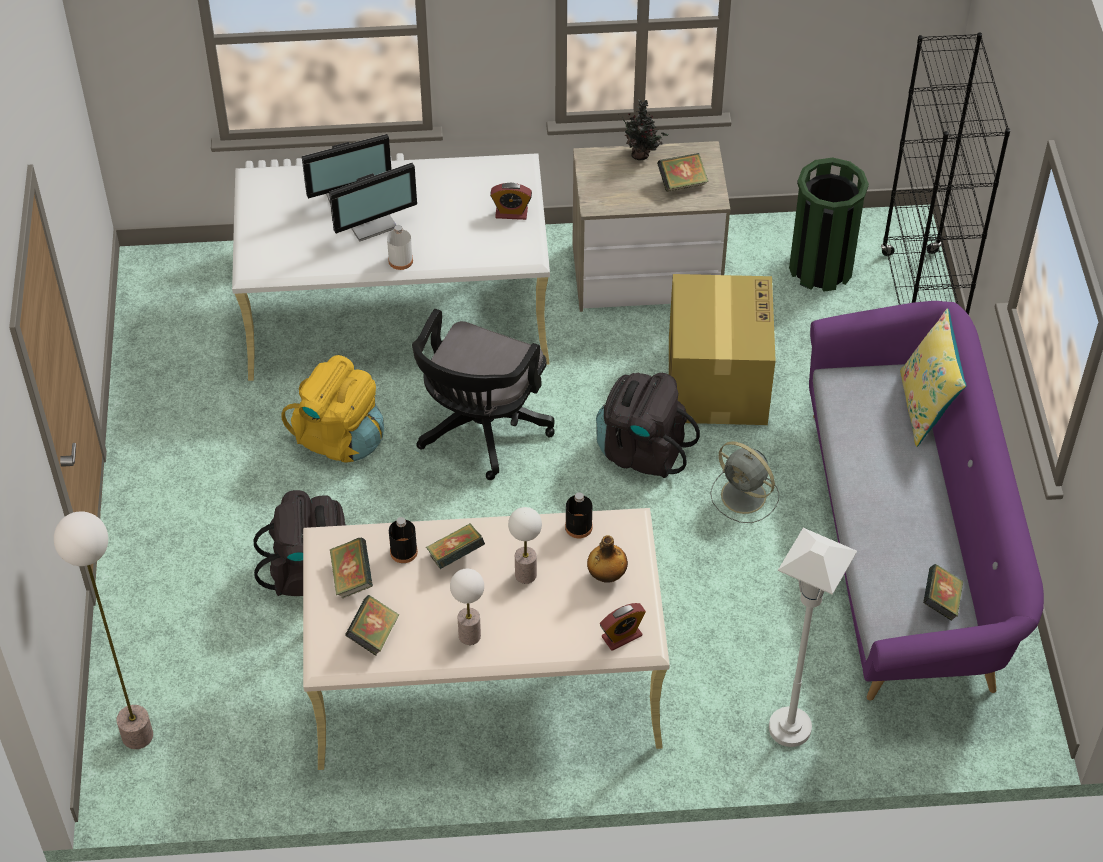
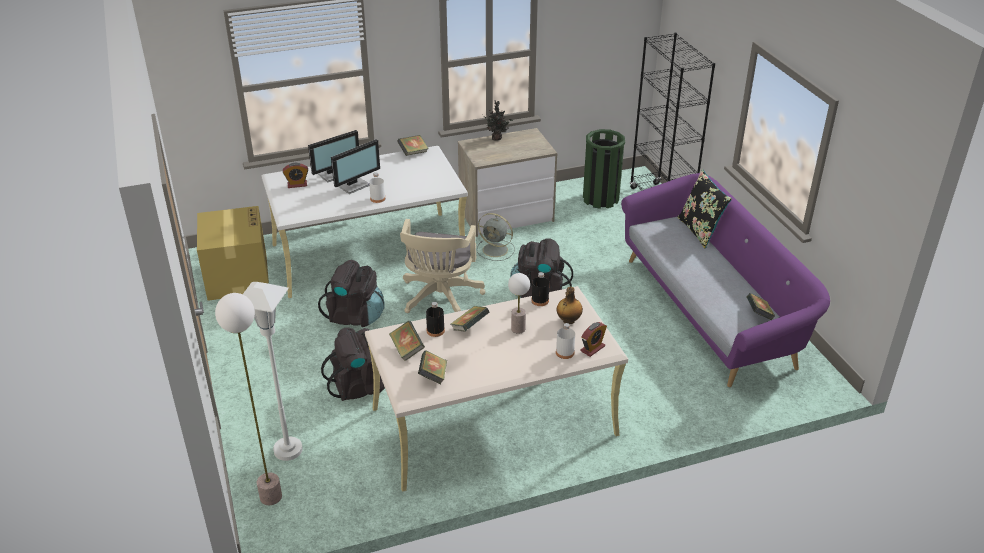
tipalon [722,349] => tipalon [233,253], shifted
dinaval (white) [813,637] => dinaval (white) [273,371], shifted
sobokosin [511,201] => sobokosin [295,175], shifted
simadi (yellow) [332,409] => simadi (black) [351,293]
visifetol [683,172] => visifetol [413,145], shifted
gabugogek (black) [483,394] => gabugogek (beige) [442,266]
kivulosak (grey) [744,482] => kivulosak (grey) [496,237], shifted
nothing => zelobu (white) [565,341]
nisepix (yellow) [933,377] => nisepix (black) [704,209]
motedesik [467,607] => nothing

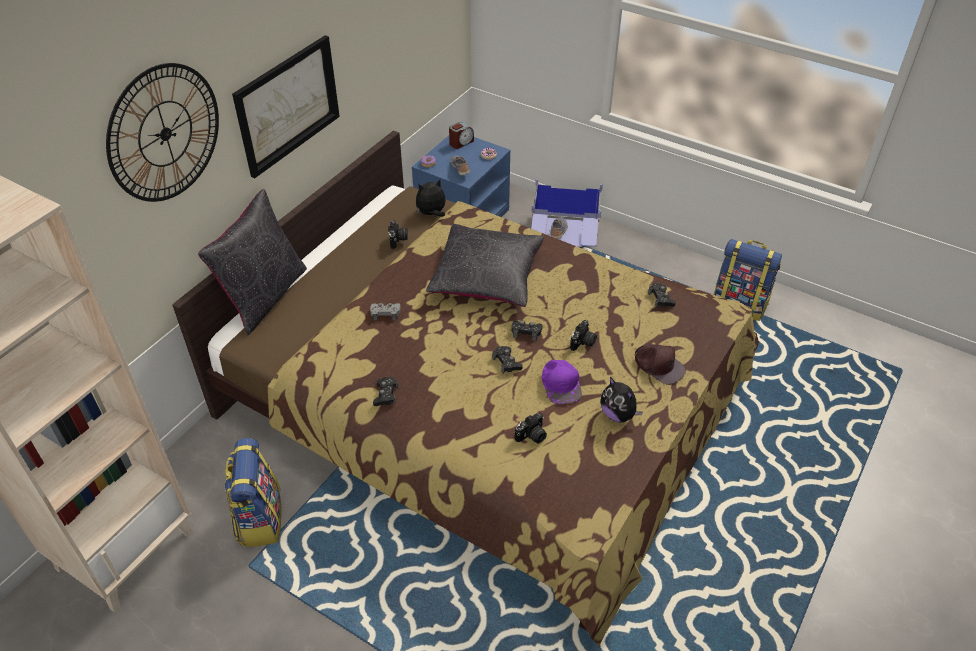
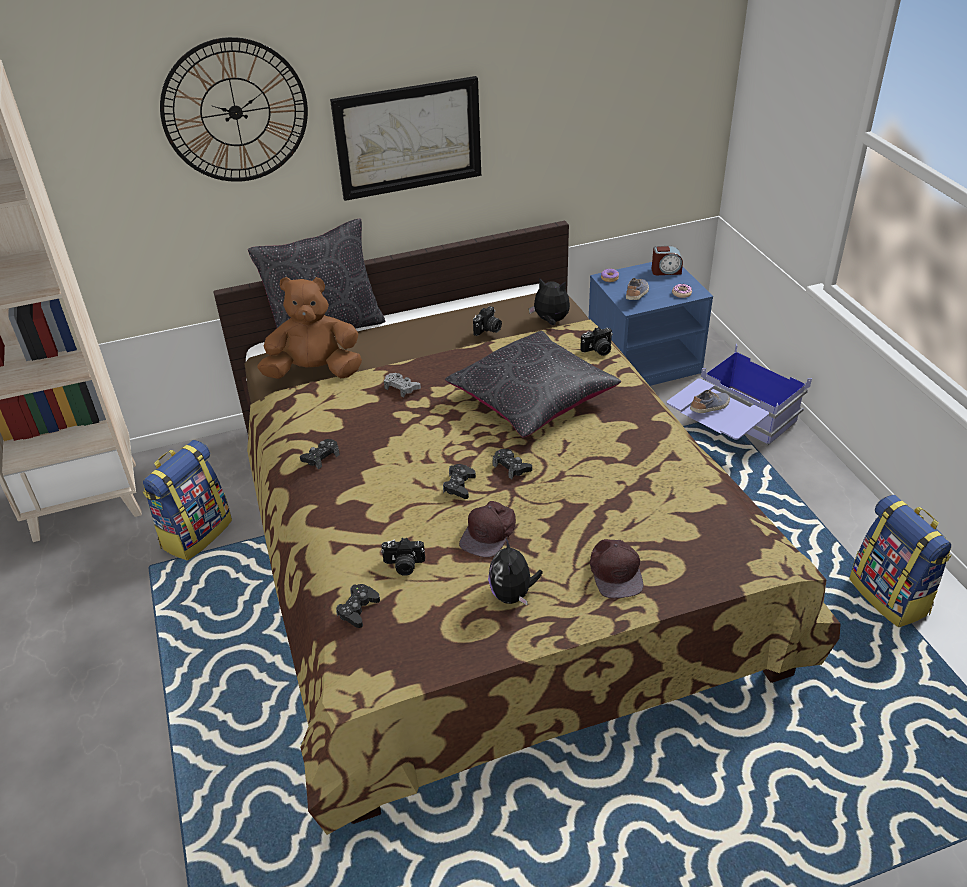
nothing => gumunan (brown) [310,328]
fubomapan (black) [662,295] => fubomapan (black) [358,606], shifted
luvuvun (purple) [562,382] => luvuvun (brown) [487,529]
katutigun [583,335] => katutigun [596,341], shifted

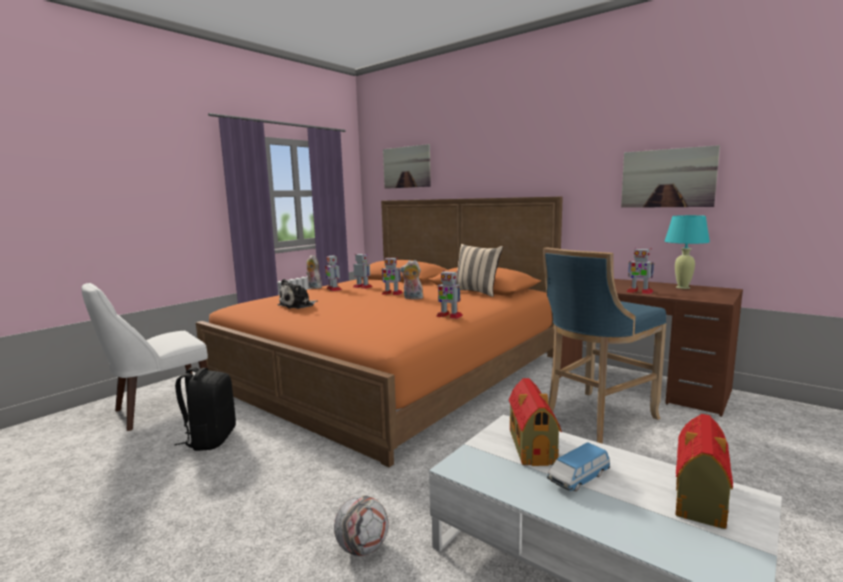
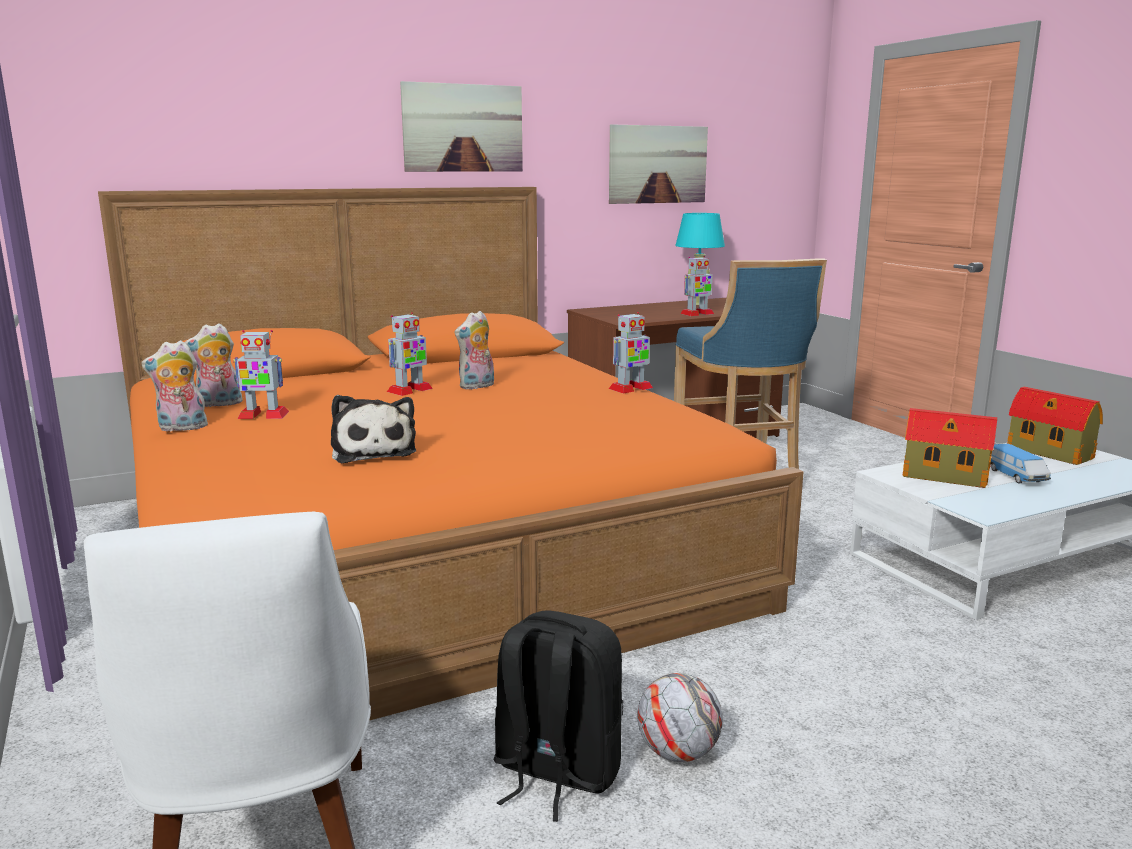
nothing => gumunan [213,365]
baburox [407,166] => baburox [461,126], shifted
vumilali [361,525] => vumilali [680,717], shifted
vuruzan [362,271] => nothing
nisepix (beige) [479,270] => nothing

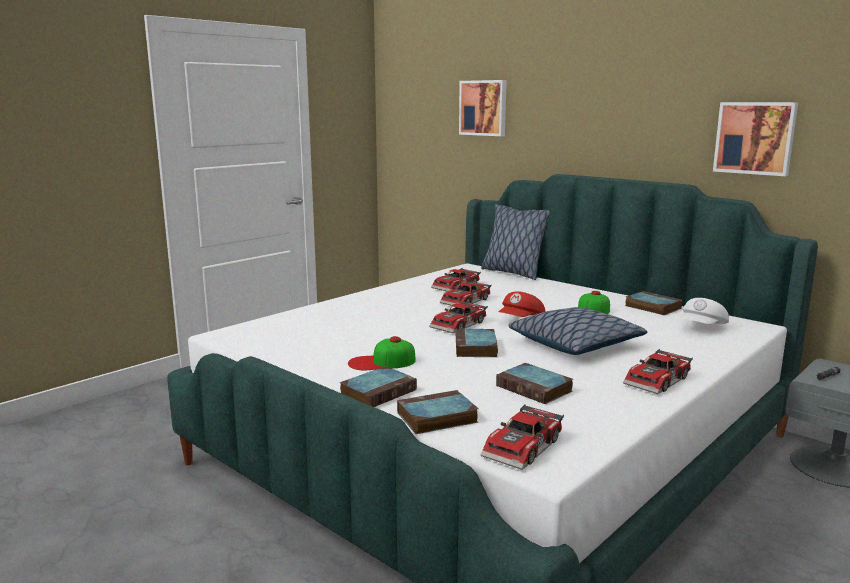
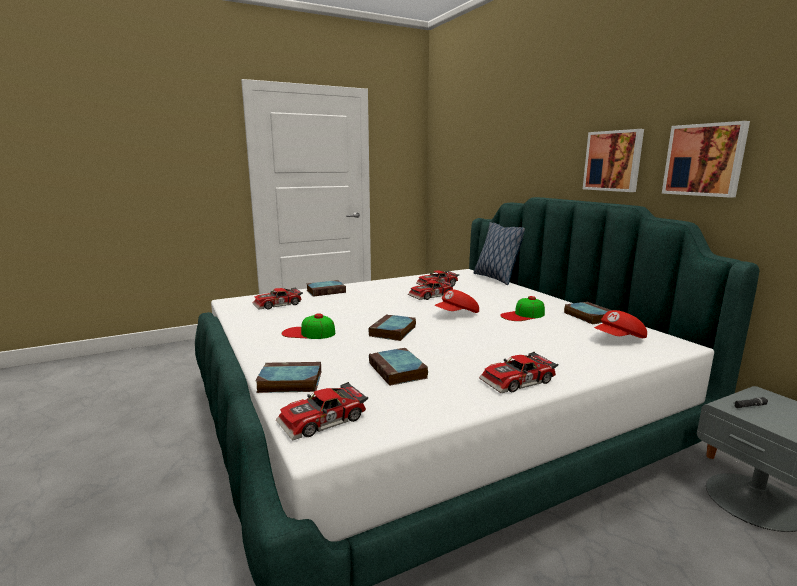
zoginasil [458,317] => zoginasil [278,298], shifted
visifetol [378,386] => visifetol [326,288], shifted
baburox [483,108] => baburox [613,160], shifted
luvuvun (white) [705,311] => luvuvun (red) [620,324]
nisepix [577,331] => nothing

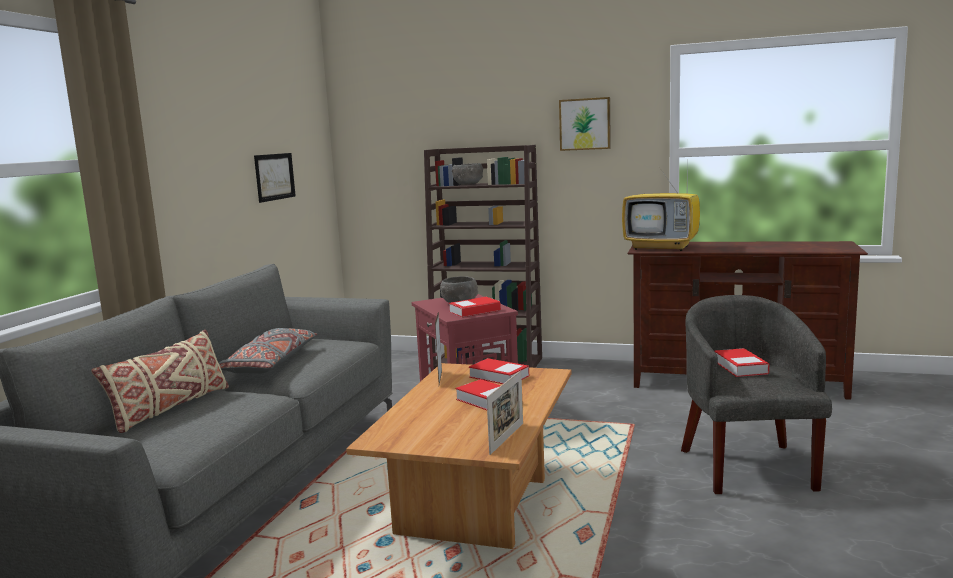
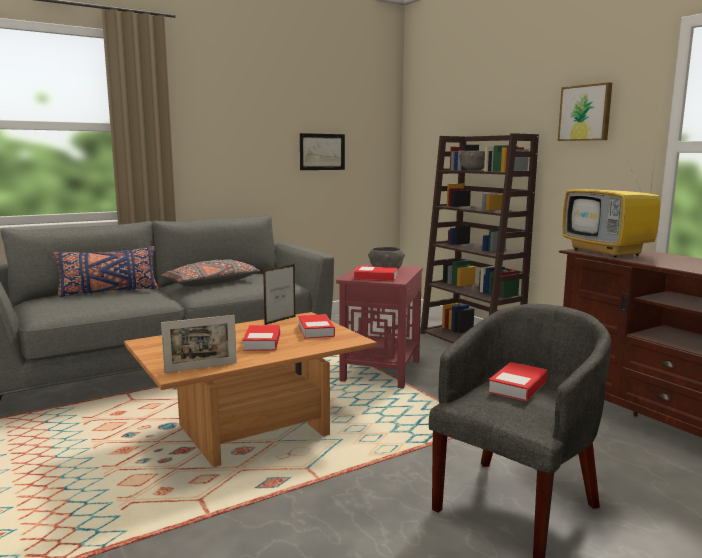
nisepix (beige) [160,381] => nisepix (blue) [106,271]

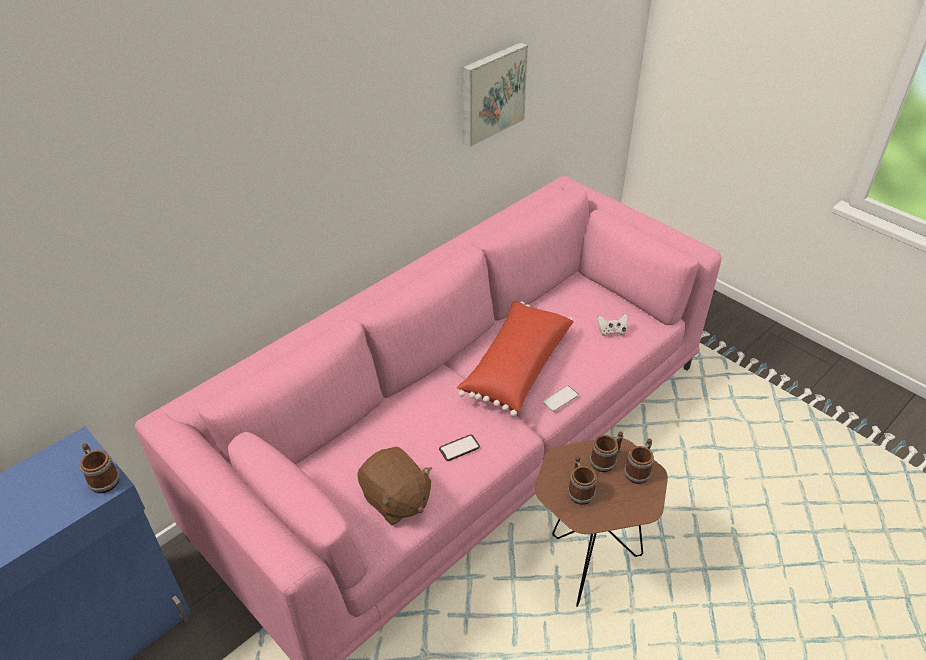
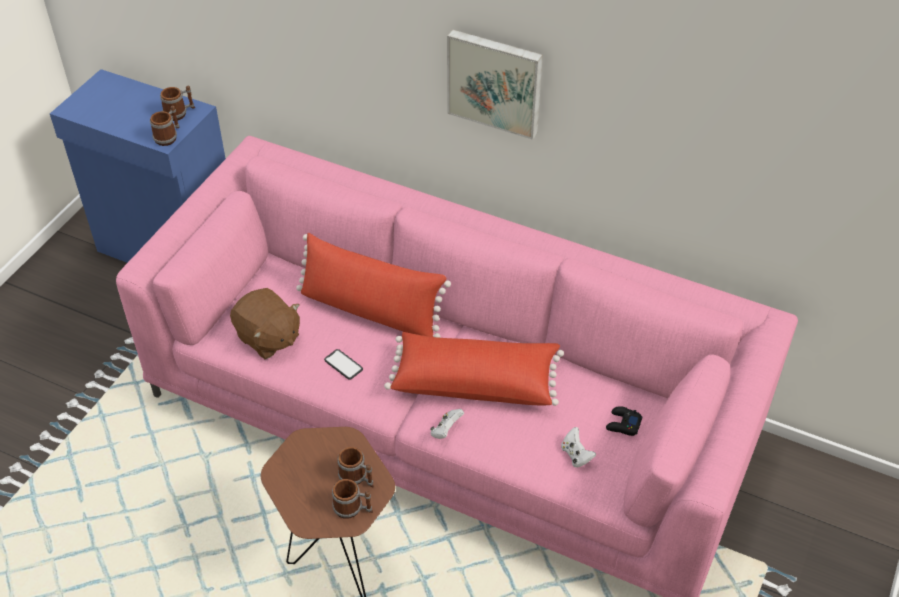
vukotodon [582,480] => vukotodon [177,103], shifted
gumunan (brown) [394,486] => gumunan (brown) [265,323], 75 degrees counterclockwise
nothing => nisepix (red) [373,285]
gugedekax [561,398] => fubomapan (white) [447,424]
baburox [495,94] => baburox [495,85], shifted
nothing => fubomapan (black) [624,421]

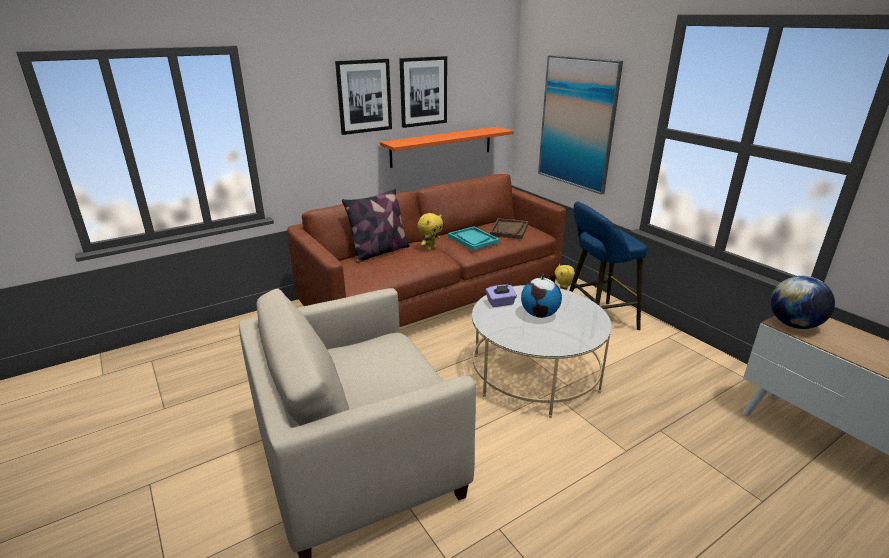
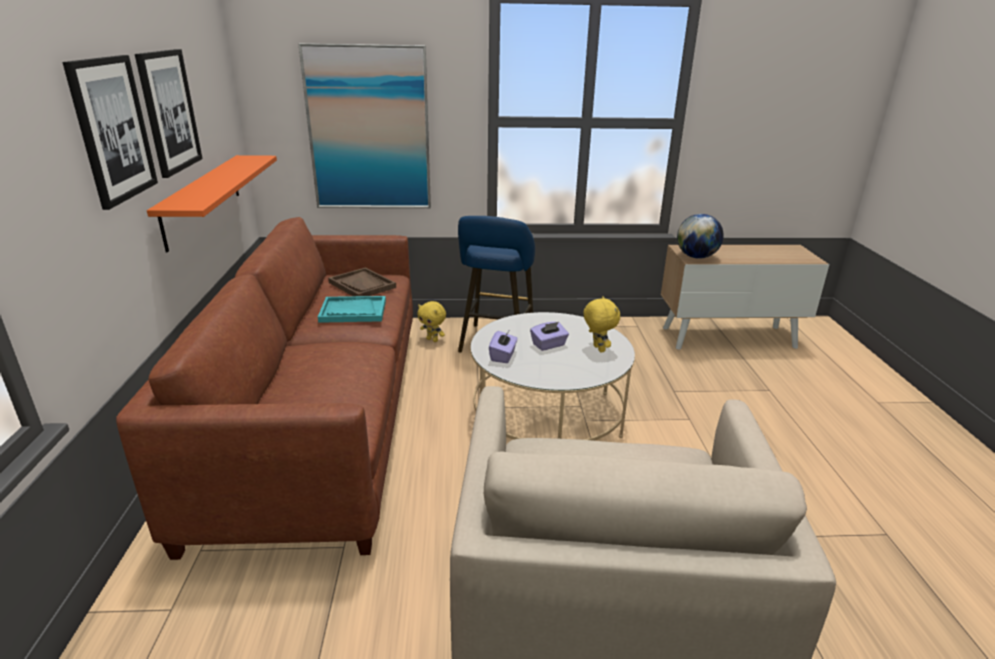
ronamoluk [541,295] => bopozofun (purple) [549,336]
gumunan (yellow) [430,232] => gumunan (yellow) [601,324], shifted
nisepix [376,225] => nothing

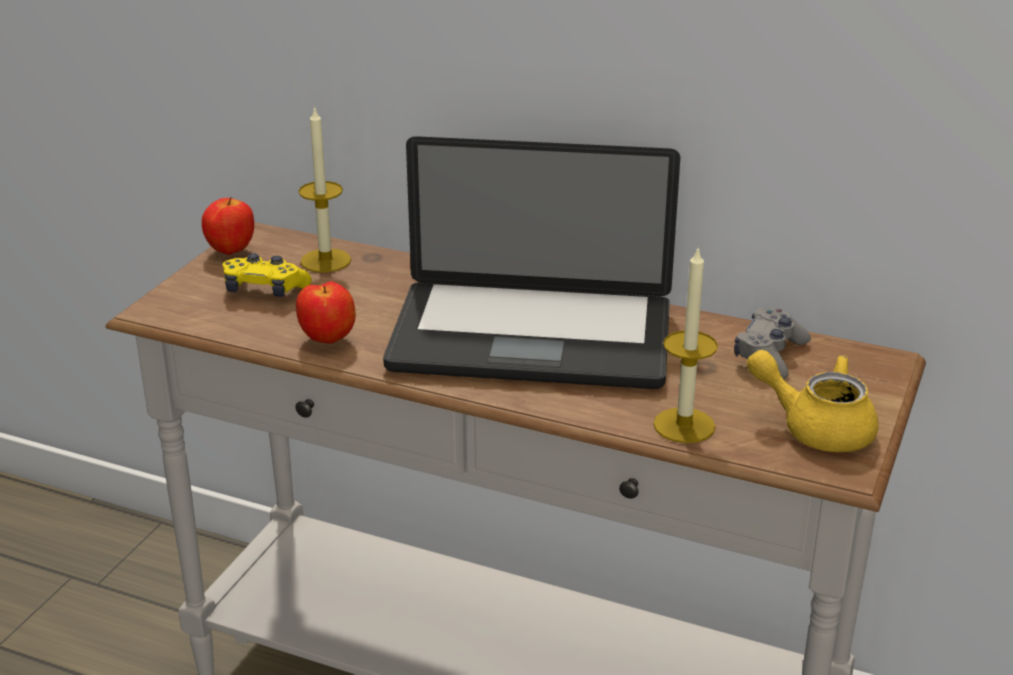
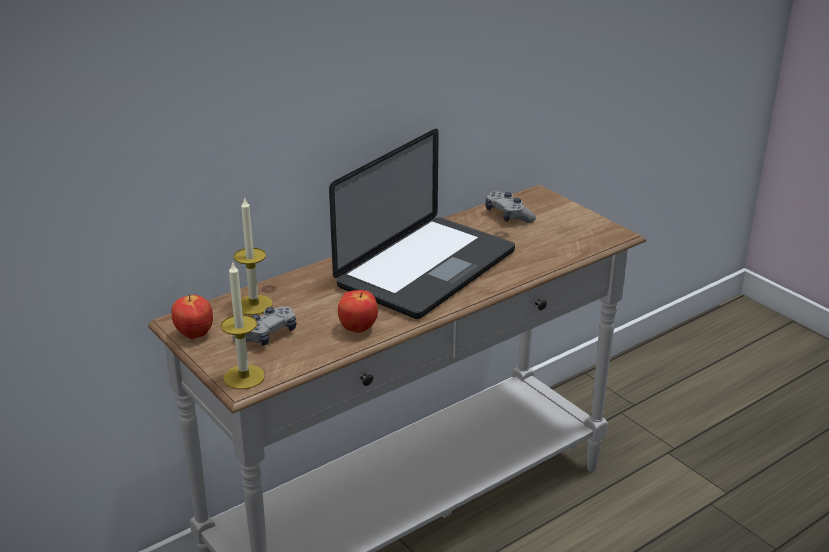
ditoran [685,344] => ditoran [243,325], shifted
fubomapan (yellow) [267,275] => fubomapan (grey) [264,326]
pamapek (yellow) [812,401] => nothing

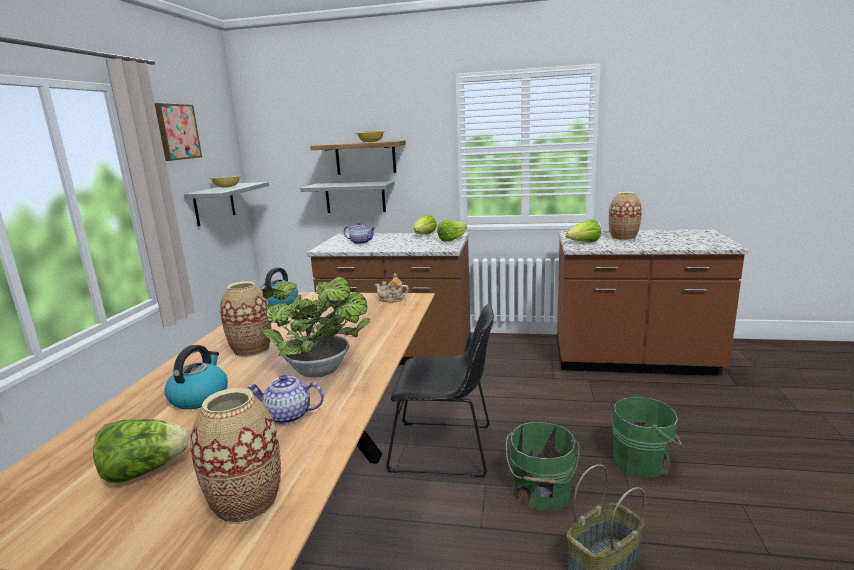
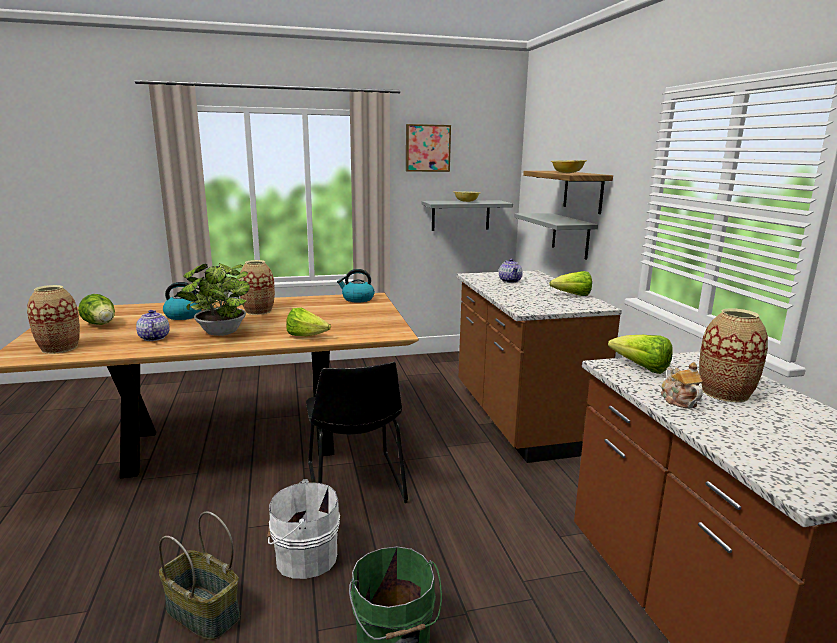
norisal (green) [543,466] => norisal (white) [303,529]
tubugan [452,231] => tubugan [308,322], shifted
pamapek [392,288] => pamapek [682,385], shifted

